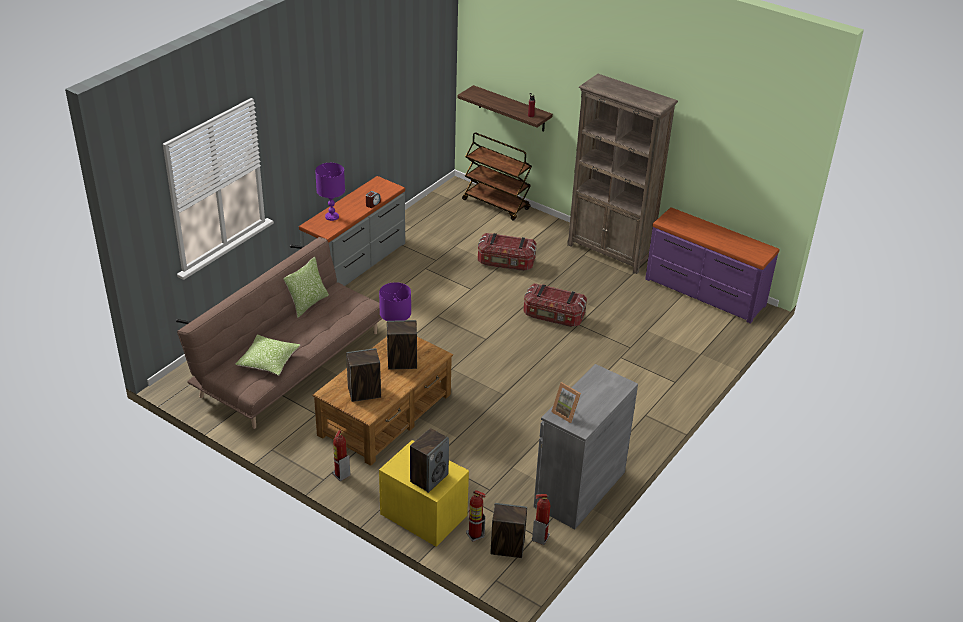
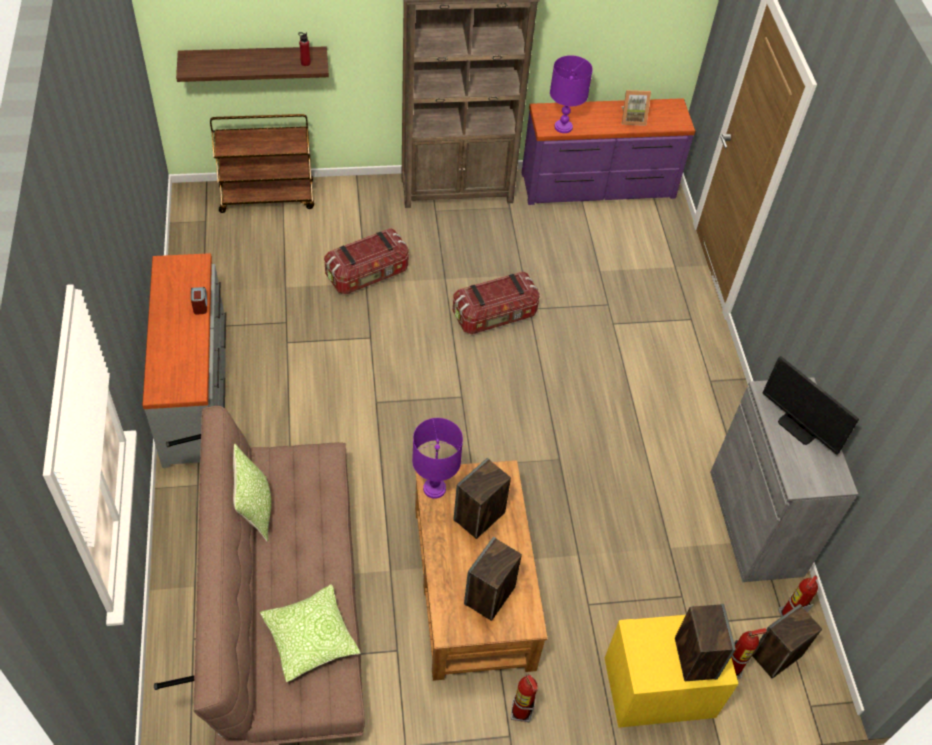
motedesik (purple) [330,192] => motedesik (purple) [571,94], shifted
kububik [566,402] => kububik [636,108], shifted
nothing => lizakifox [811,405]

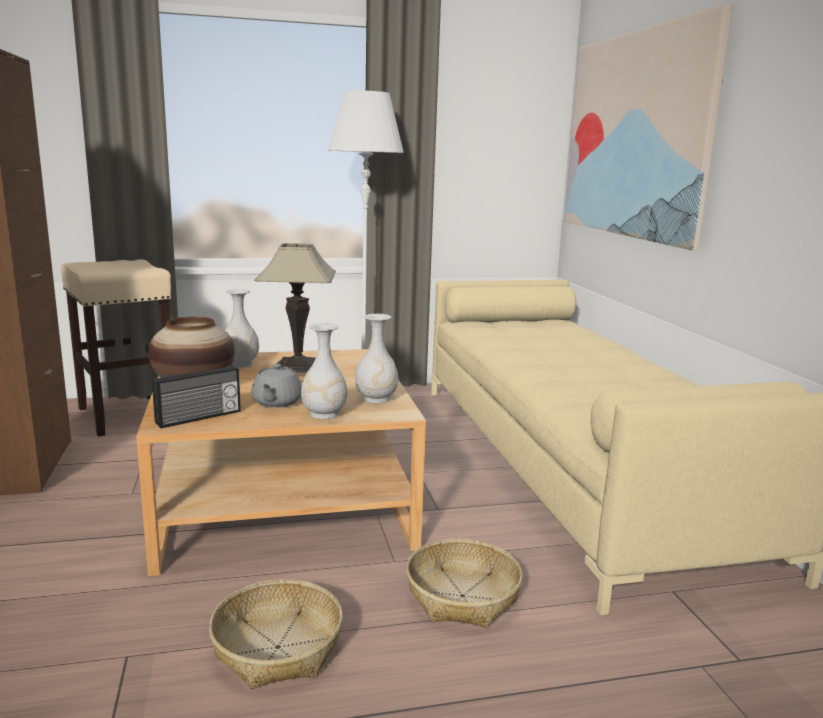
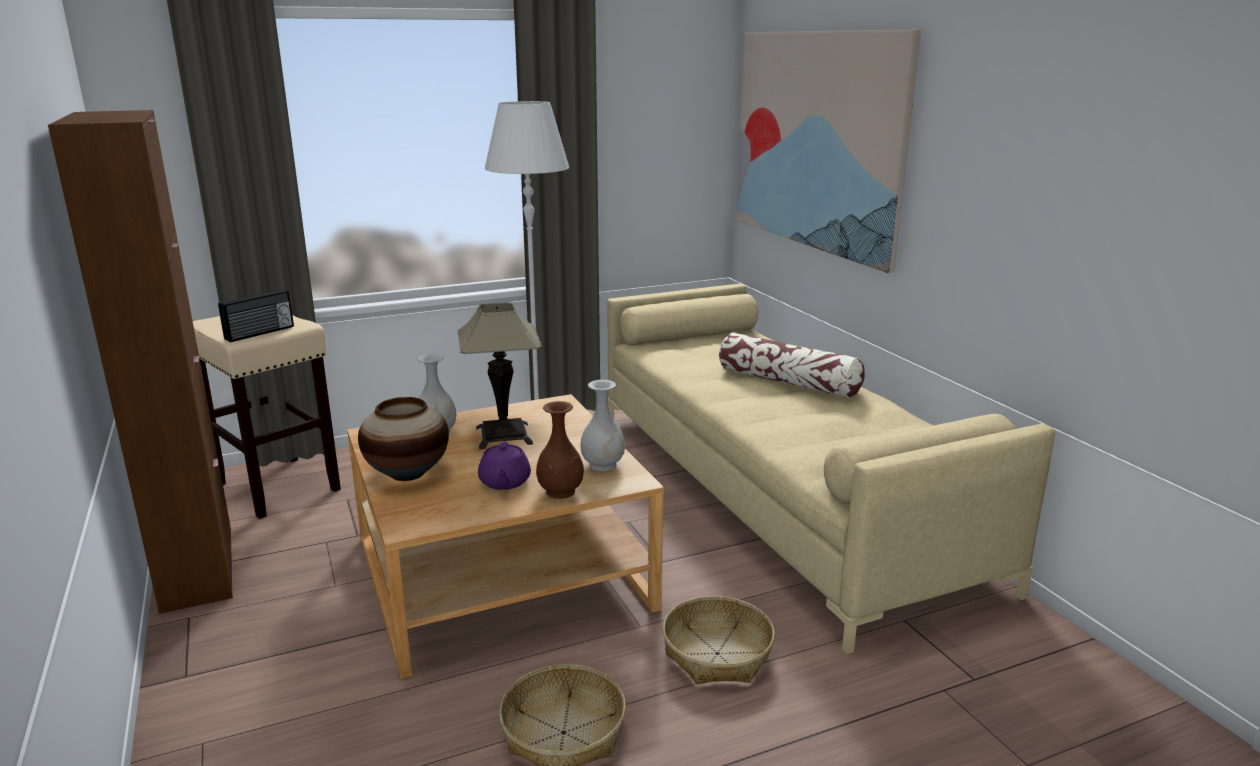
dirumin [196,396] => dirumin [256,315], shifted
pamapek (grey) [276,386] => pamapek (purple) [504,465]
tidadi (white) [324,371] => tidadi (brown) [560,450]
nothing => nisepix [792,365]

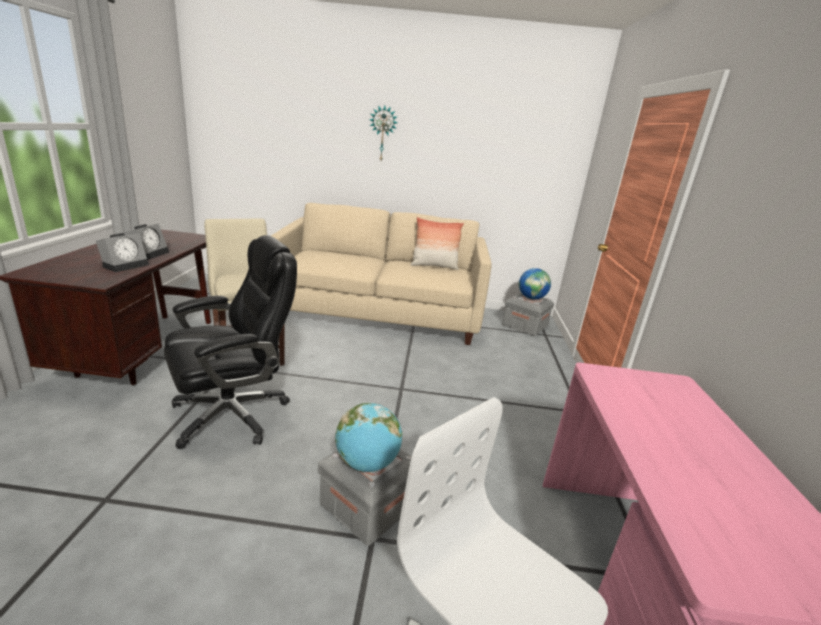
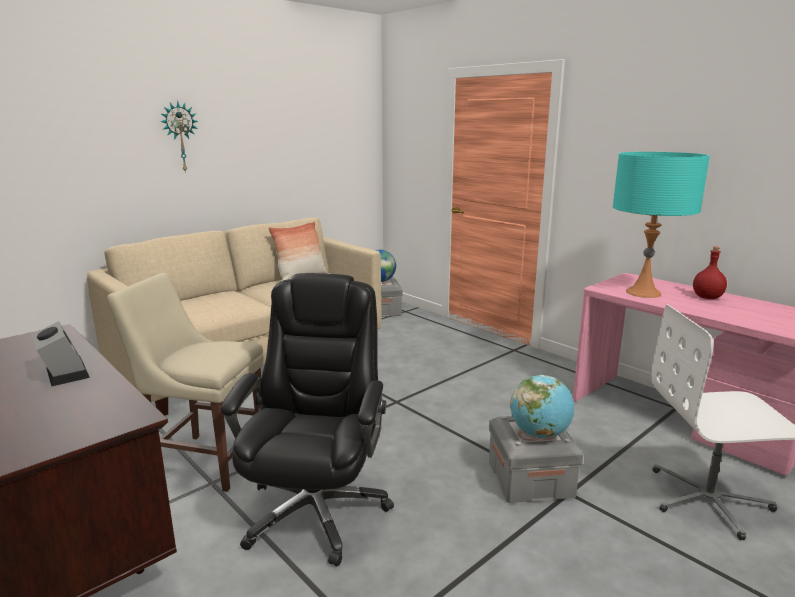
nothing => motedesik (turquoise) [661,225]
nothing => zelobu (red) [710,273]
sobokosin [122,252] => nothing

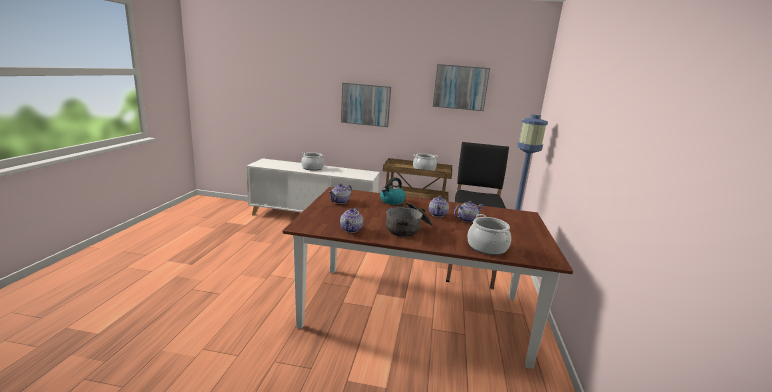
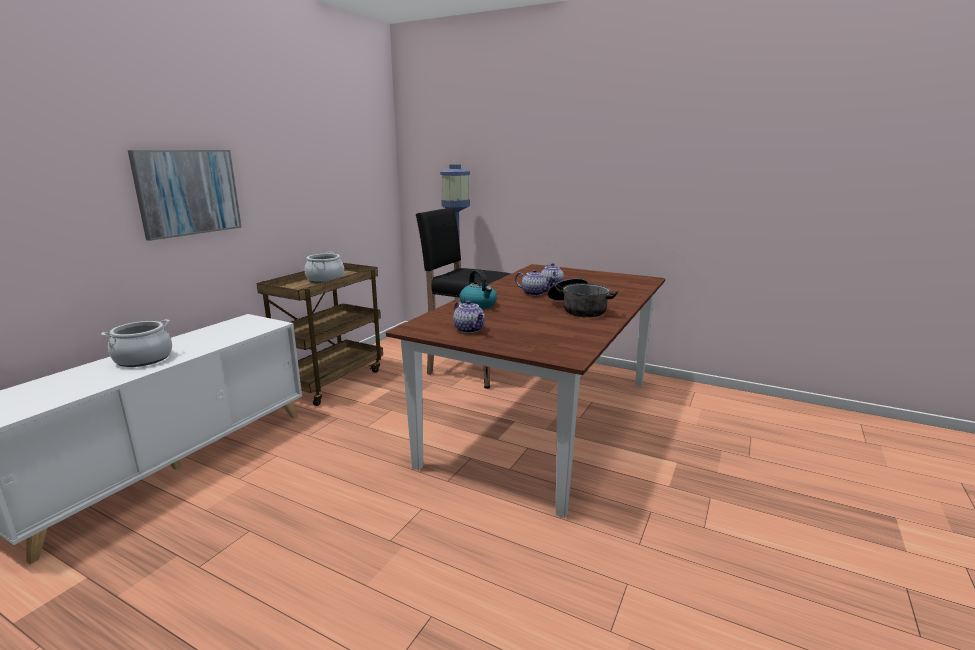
pamapek [351,220] => nothing
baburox [461,87] => nothing
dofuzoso [489,234] => nothing

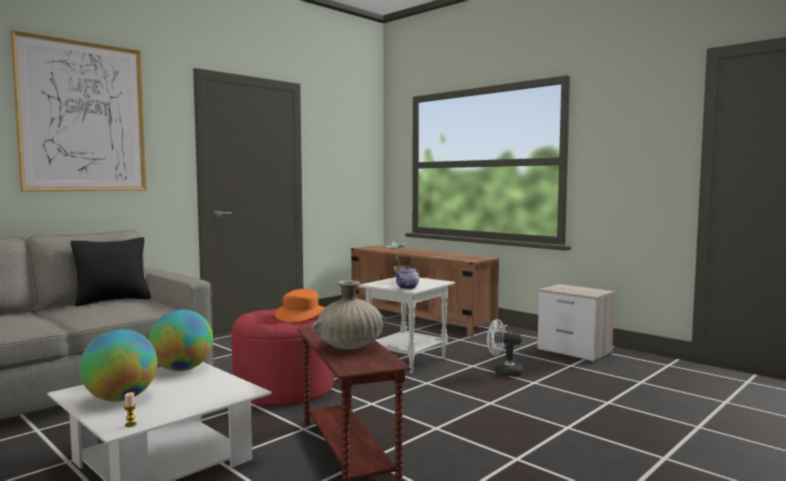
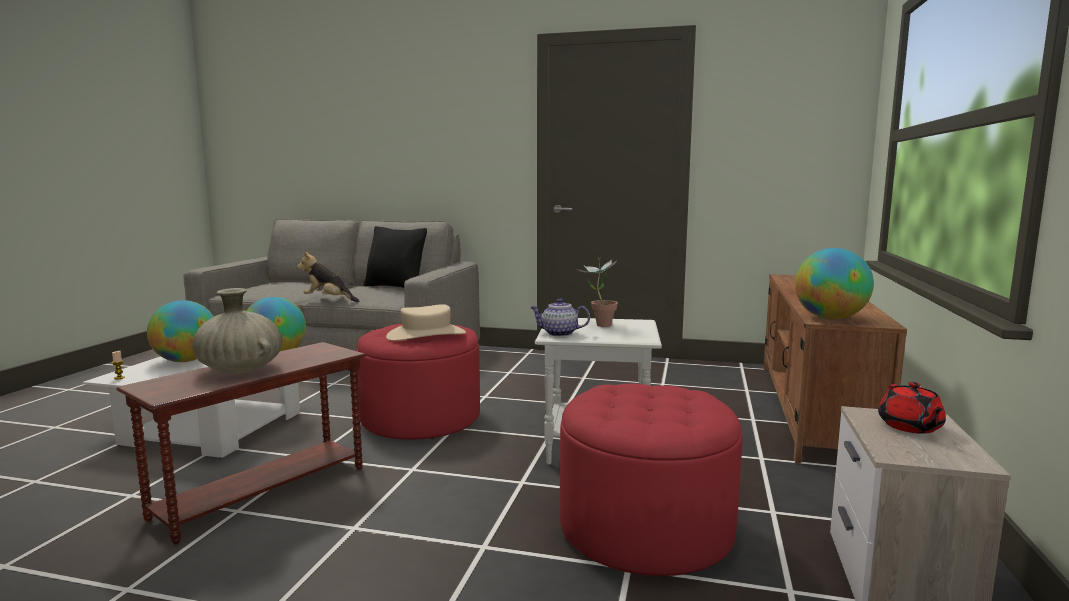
nothing => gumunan [328,277]
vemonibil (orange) [300,305] => vemonibil (beige) [426,322]
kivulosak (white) [505,348] => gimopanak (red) [651,479]
nothing => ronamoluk [834,283]
nothing => pamapek (red) [912,408]
baburox [78,110] => nothing

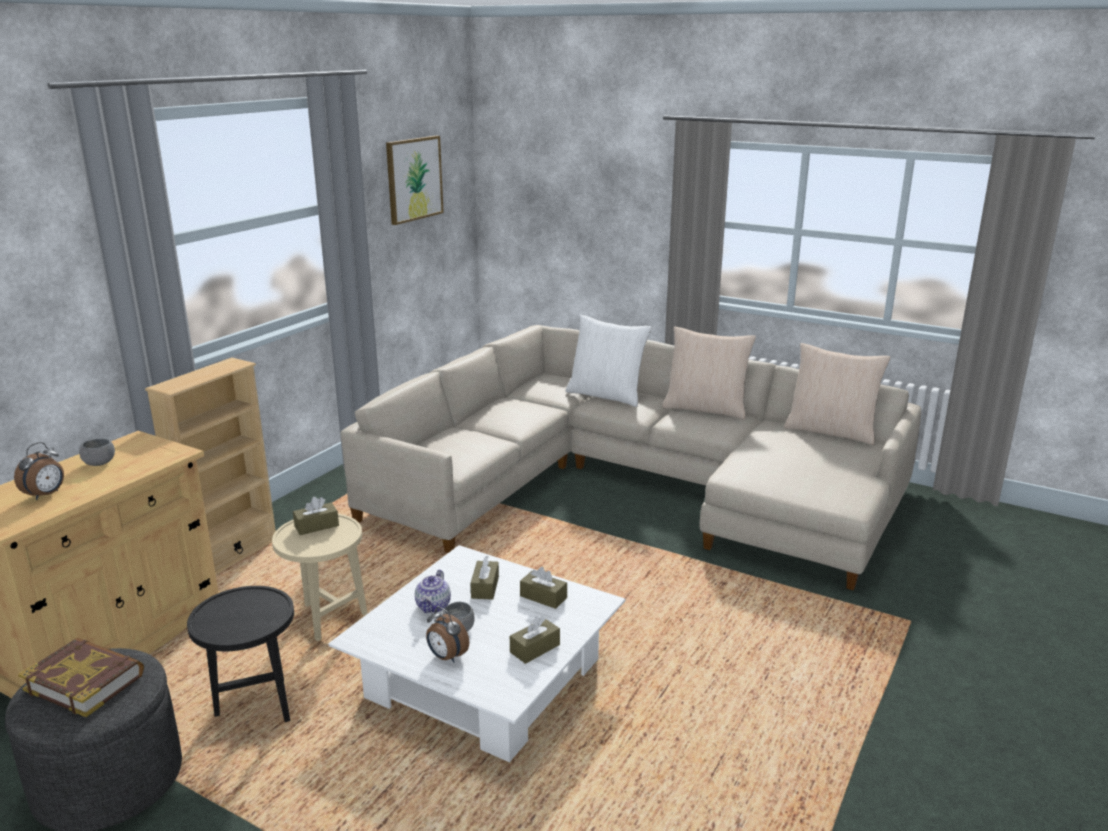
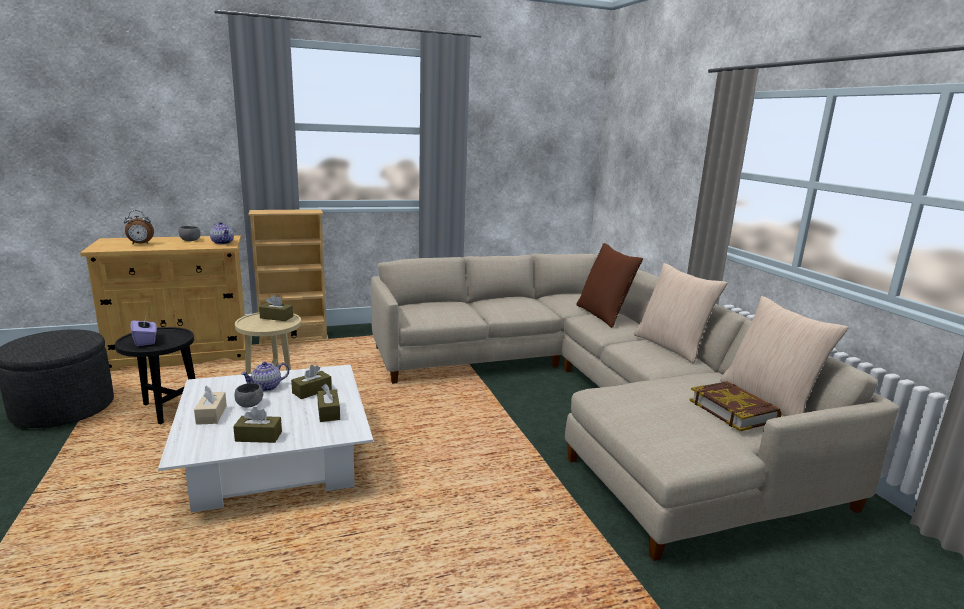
nothing => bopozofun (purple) [144,331]
sobokosin [447,635] => bopozofun (beige) [210,405]
nothing => pamapek [222,233]
nisepix (white) [609,361] => nisepix (brown) [609,285]
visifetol [81,677] => visifetol [735,406], shifted
baburox [415,180] => nothing

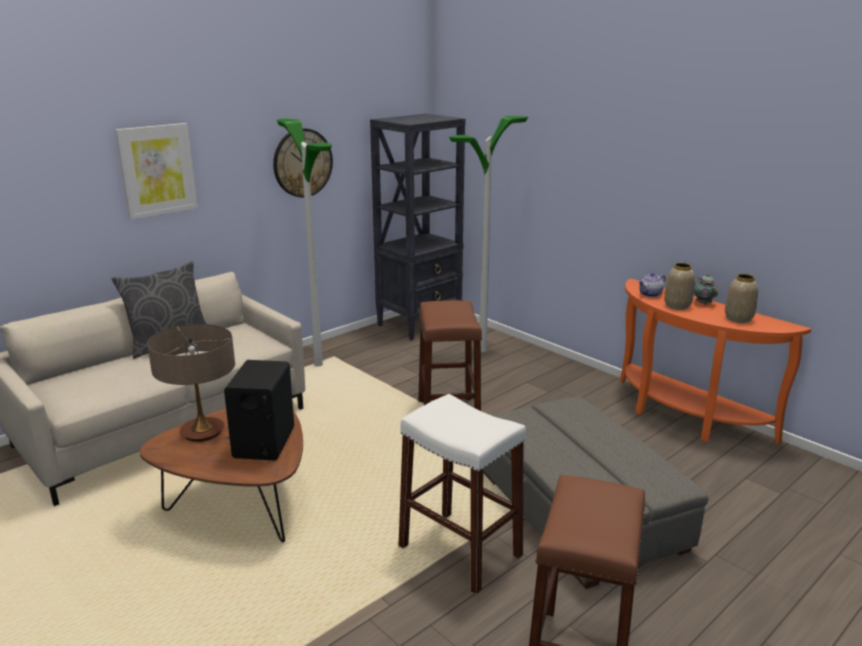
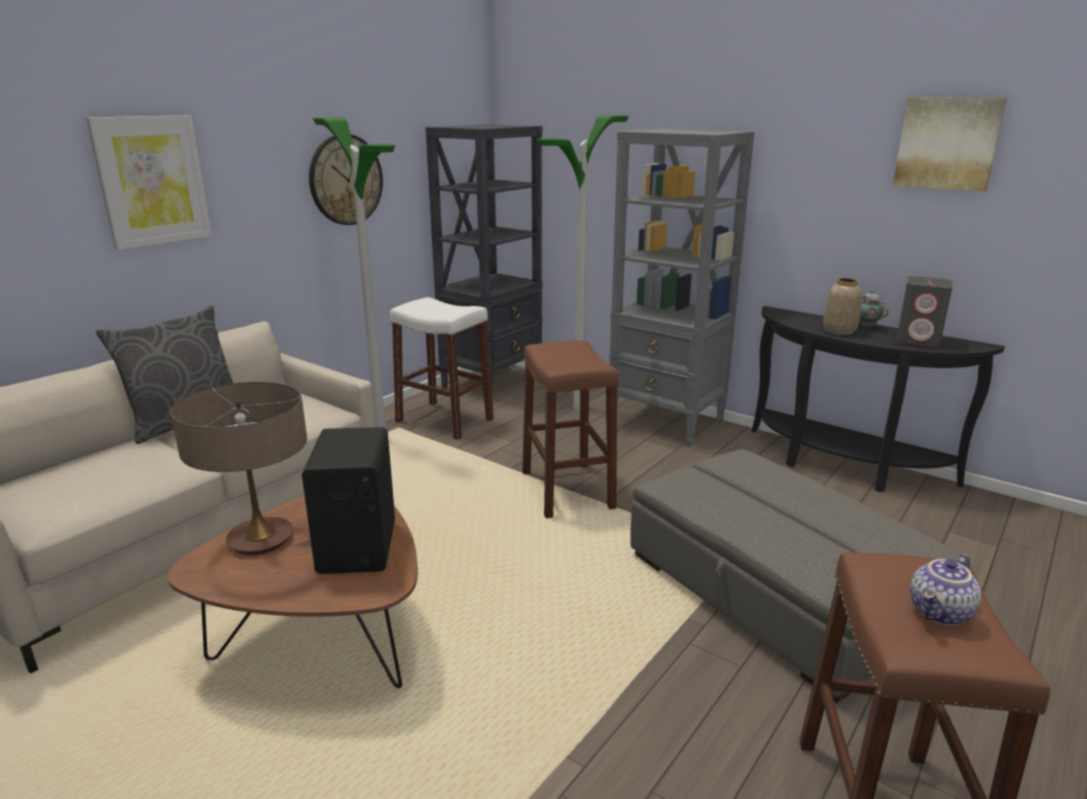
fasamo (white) [462,494] => fasamo (white) [442,368], shifted
nothing => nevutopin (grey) [681,288]
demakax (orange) [715,361] => demakax (black) [878,399]
nothing => baburox [950,144]
tidadi [741,298] => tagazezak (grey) [924,311]
pamapek [652,285] => pamapek [945,590], shifted

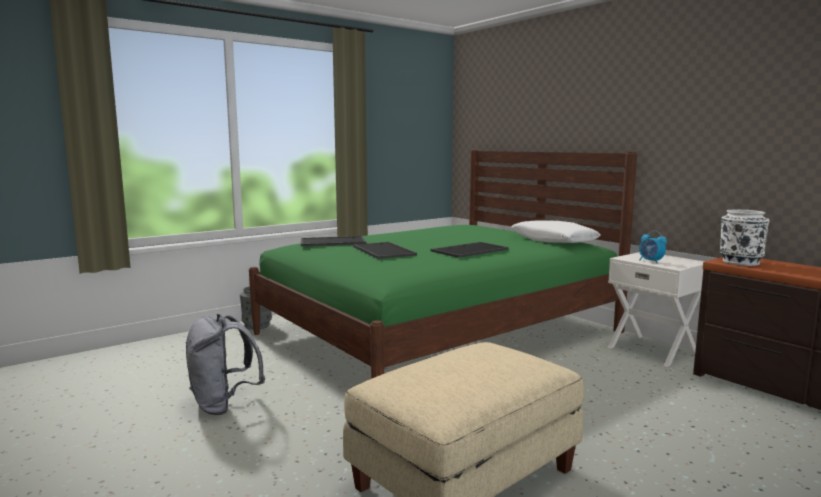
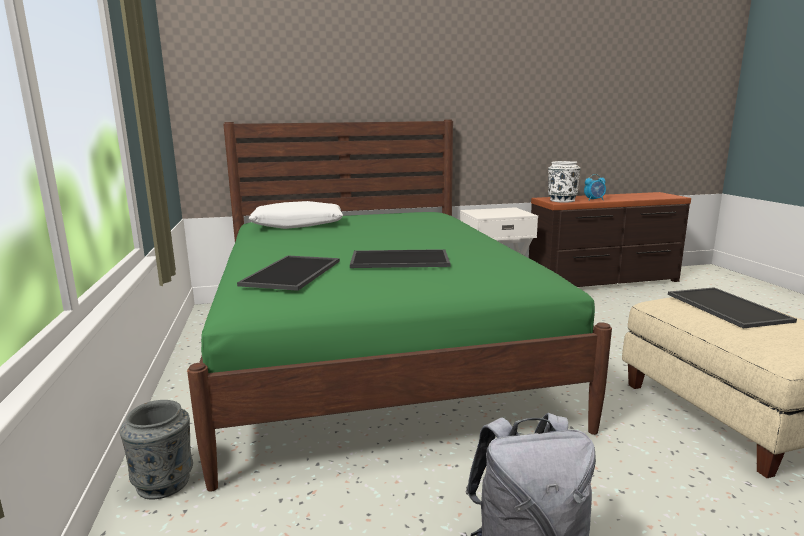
nisepix (white) [556,231] => nisepix (white) [296,215], shifted
sobokosin [653,247] => sobokosin [595,187], shifted
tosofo [470,250] => tosofo [732,307], shifted

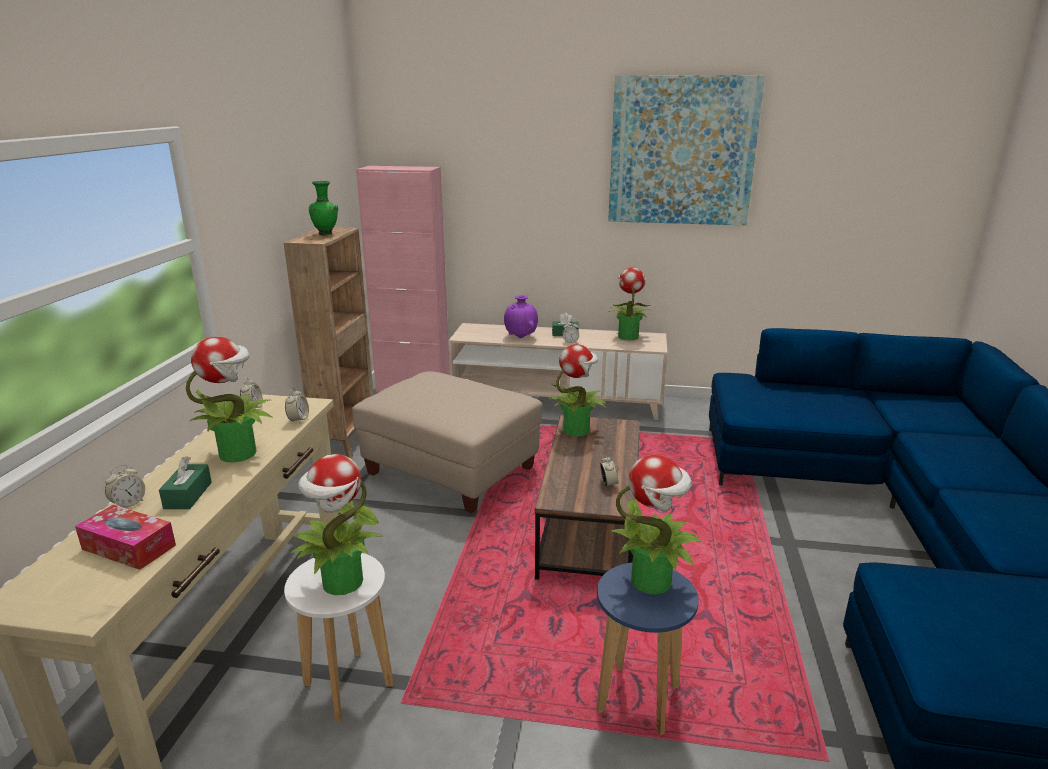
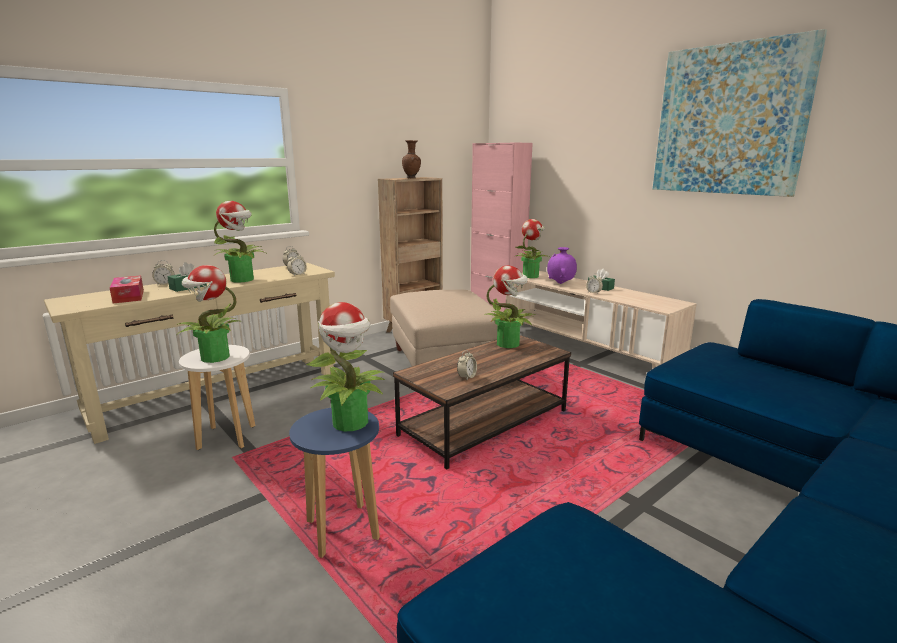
tidadi (green) [323,208] => tidadi (brown) [411,159]
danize [629,303] => danize [532,248], shifted

